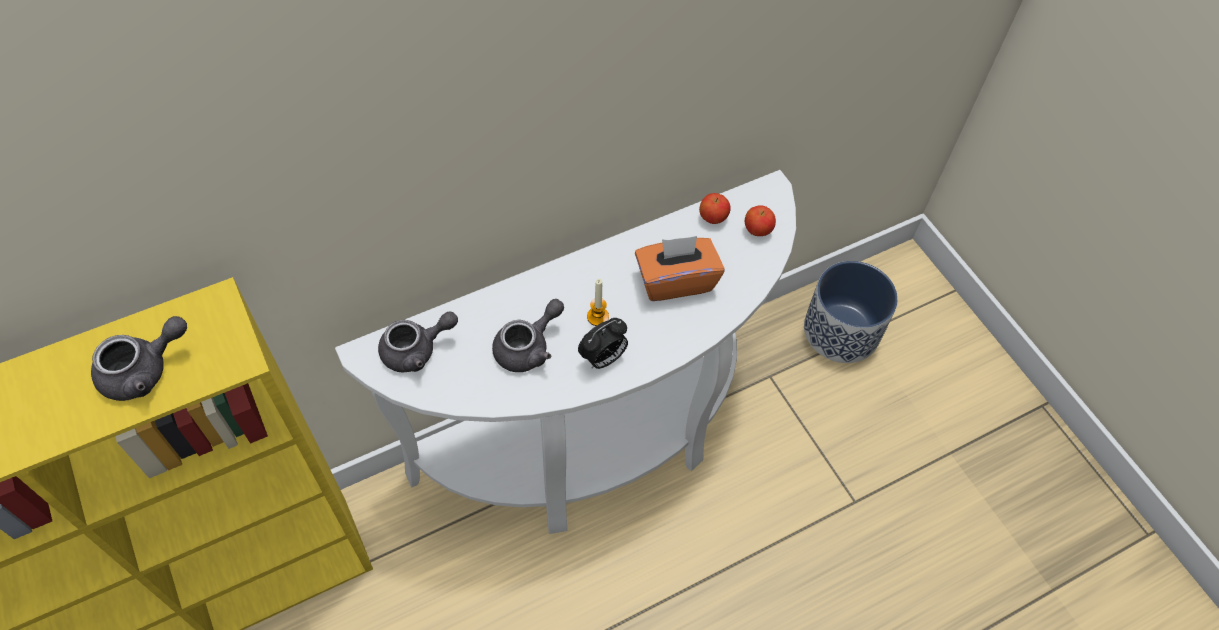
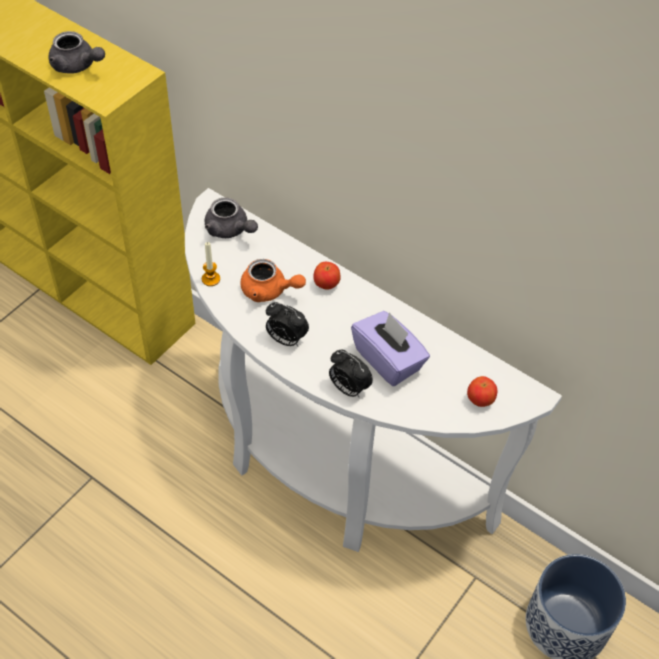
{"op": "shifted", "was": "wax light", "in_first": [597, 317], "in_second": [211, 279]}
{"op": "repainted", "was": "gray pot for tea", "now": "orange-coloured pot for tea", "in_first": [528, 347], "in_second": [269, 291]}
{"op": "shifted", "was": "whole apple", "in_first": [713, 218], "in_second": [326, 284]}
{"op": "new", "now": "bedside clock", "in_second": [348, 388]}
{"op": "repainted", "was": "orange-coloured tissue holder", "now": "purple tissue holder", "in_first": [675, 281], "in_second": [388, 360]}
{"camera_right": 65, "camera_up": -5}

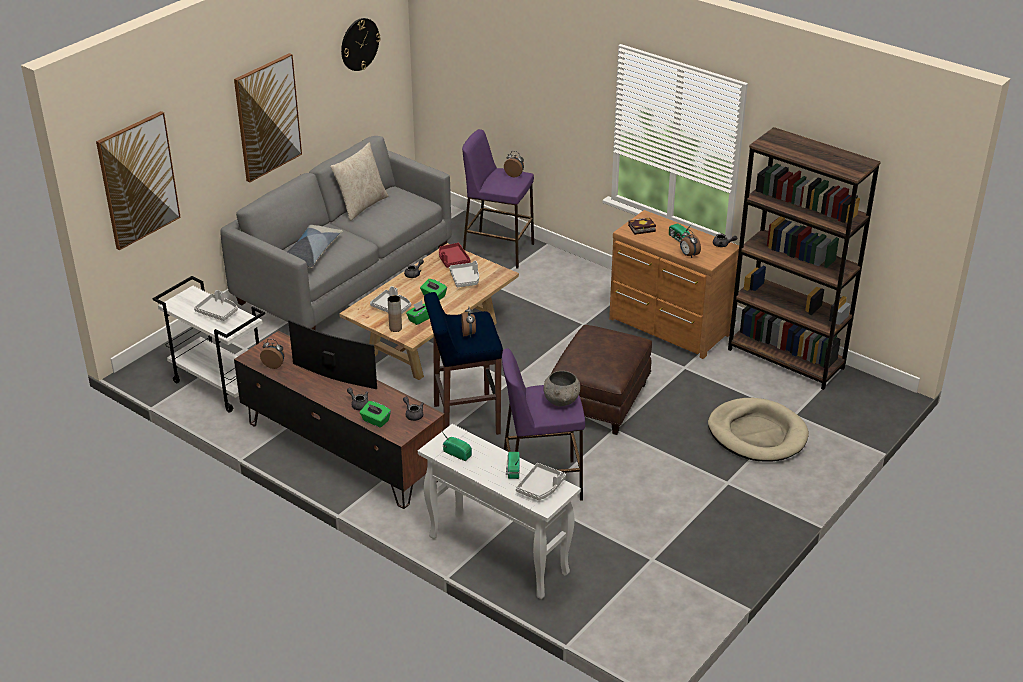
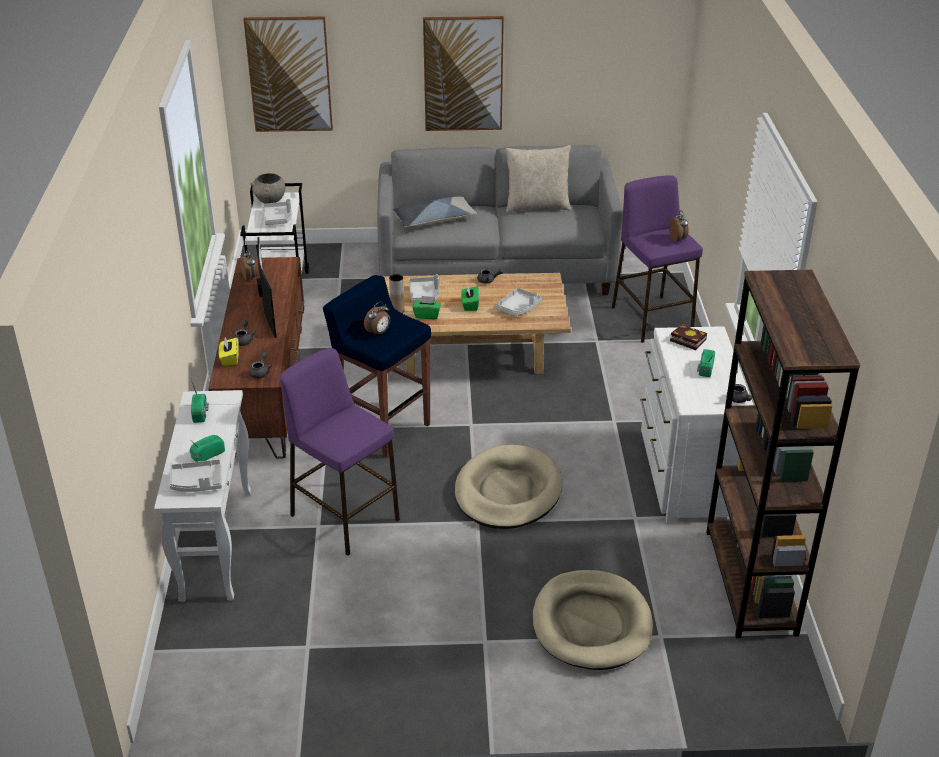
{"op": "repainted", "was": "green tissue holder", "now": "yellow tissue holder", "in_first": [375, 421], "in_second": [230, 359]}
{"op": "shifted", "was": "gray serving bowl", "in_first": [561, 401], "in_second": [270, 201]}
{"op": "swapped", "was": "brownish ottoman", "now": "sand-coloured dog cushion", "in_first": [600, 402], "in_second": [507, 492]}
{"op": "repainted", "was": "brownish chest of drawers", "now": "white chest of drawers", "in_first": [669, 328], "in_second": [684, 475]}
{"op": "gone", "was": "clock on the wall", "in_first": [359, 44]}
{"op": "gone", "was": "reddish serving tray", "in_first": [452, 260]}
{"op": "gone", "was": "bedside clock", "in_first": [688, 255]}
{"camera_right": 50, "camera_up": 0}

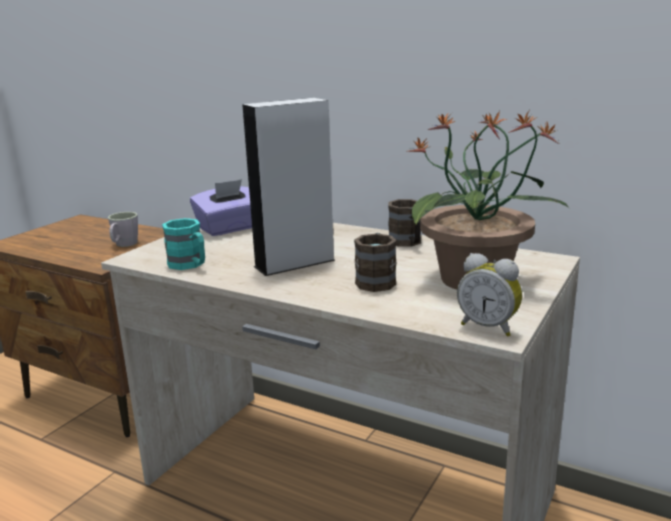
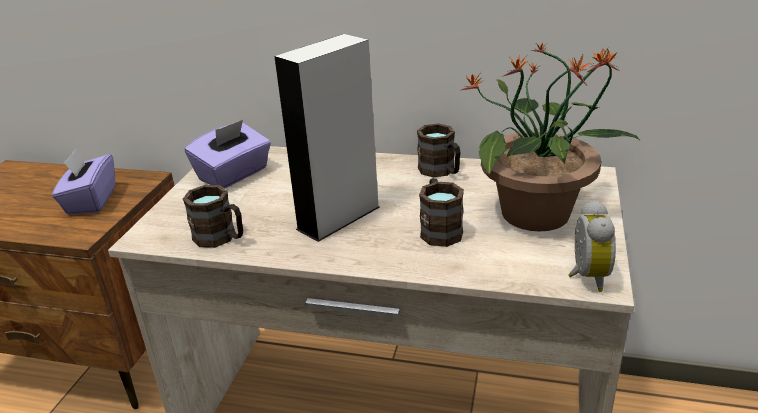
{"op": "swapped", "was": "gray mug", "now": "purple tissue holder", "in_first": [124, 245], "in_second": [91, 201]}
{"op": "repainted", "was": "turquoise-coloured mug", "now": "brownish mug", "in_first": [190, 265], "in_second": [221, 238]}
{"op": "rotated", "was": "bedside clock", "in_first": [488, 327], "in_second": [585, 276], "clockwise": -105}
{"camera_right": -15, "camera_up": 10}

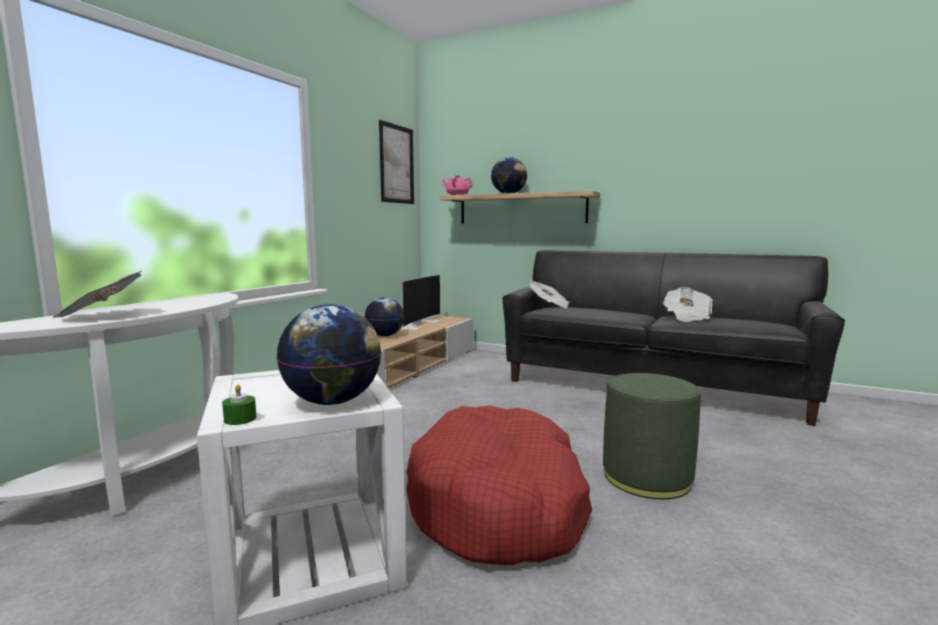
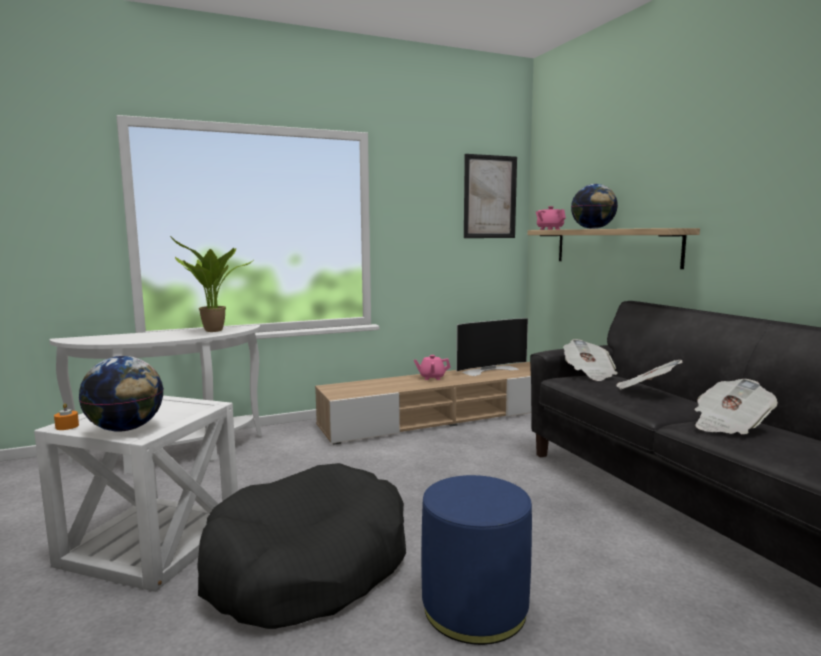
{"op": "repainted", "was": "green wax light", "now": "orange-coloured wax light", "in_first": [240, 419], "in_second": [67, 426]}
{"op": "new", "now": "plant in a pot", "in_second": [214, 331]}
{"op": "repainted", "was": "reddish dog cushion", "now": "black dog cushion", "in_first": [499, 504], "in_second": [307, 565]}
{"op": "swapped", "was": "desk globe", "now": "pink-coloured pot for tea", "in_first": [385, 335], "in_second": [432, 377]}
{"op": "repainted", "was": "green ottoman", "now": "bluish ottoman", "in_first": [647, 477], "in_second": [475, 607]}
{"op": "shifted", "was": "printed paper", "in_first": [101, 316], "in_second": [645, 390]}
{"camera_right": 40, "camera_up": 0}

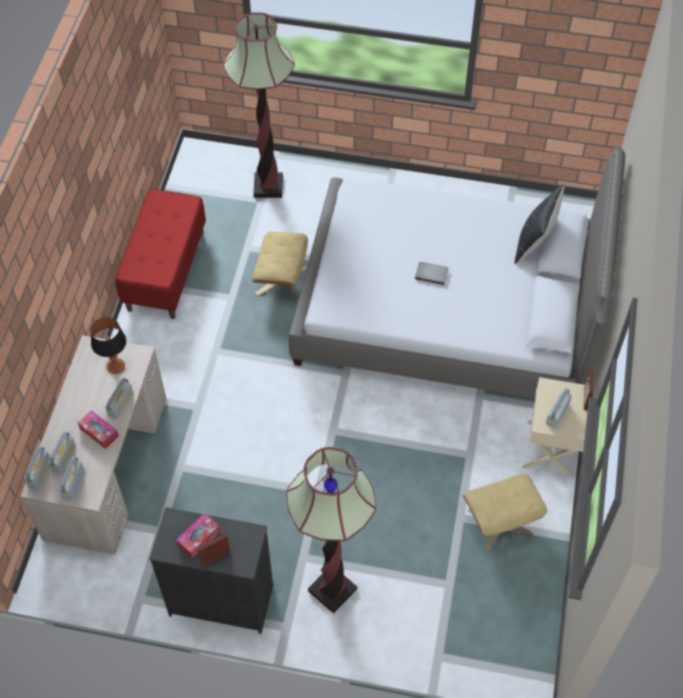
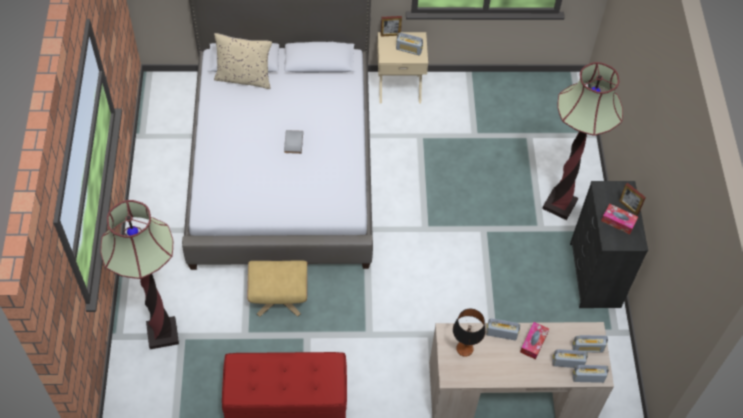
{"op": "repainted", "was": "black throw pillow", "now": "sand-coloured throw pillow", "in_first": [535, 242], "in_second": [244, 78]}
{"op": "gone", "was": "sand-coloured ottoman", "in_first": [500, 522]}
{"camera_right": -105, "camera_up": 0}

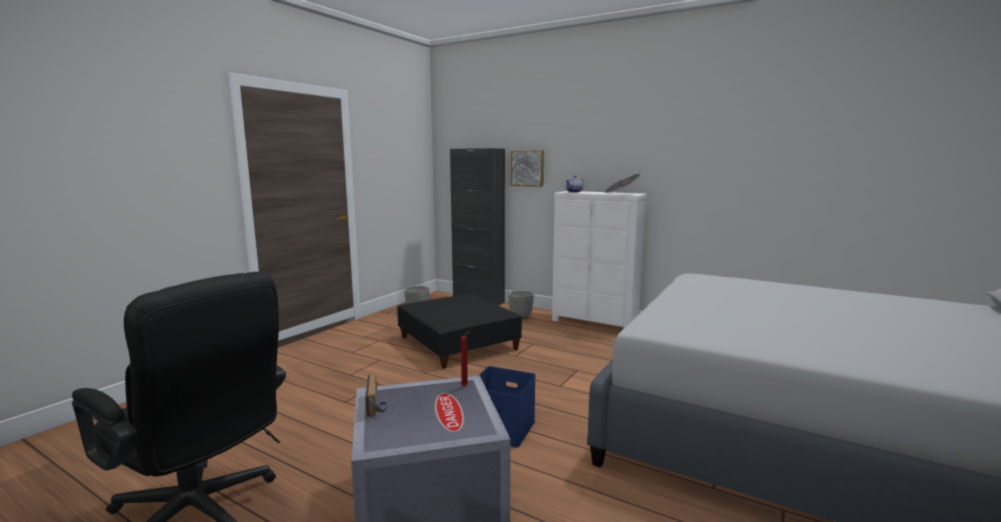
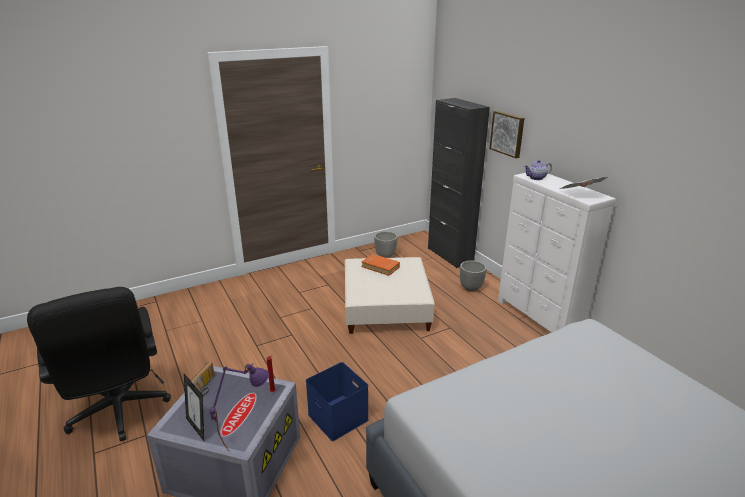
{"op": "new", "now": "standing frame", "in_second": [198, 427]}
{"op": "new", "now": "purple tabletop lamp", "in_second": [246, 436]}
{"op": "repainted", "was": "black ottoman", "now": "sand-coloured ottoman", "in_first": [458, 343], "in_second": [386, 306]}
{"op": "new", "now": "orange-coloured book", "in_second": [380, 267]}
{"camera_right": 30, "camera_up": 15}

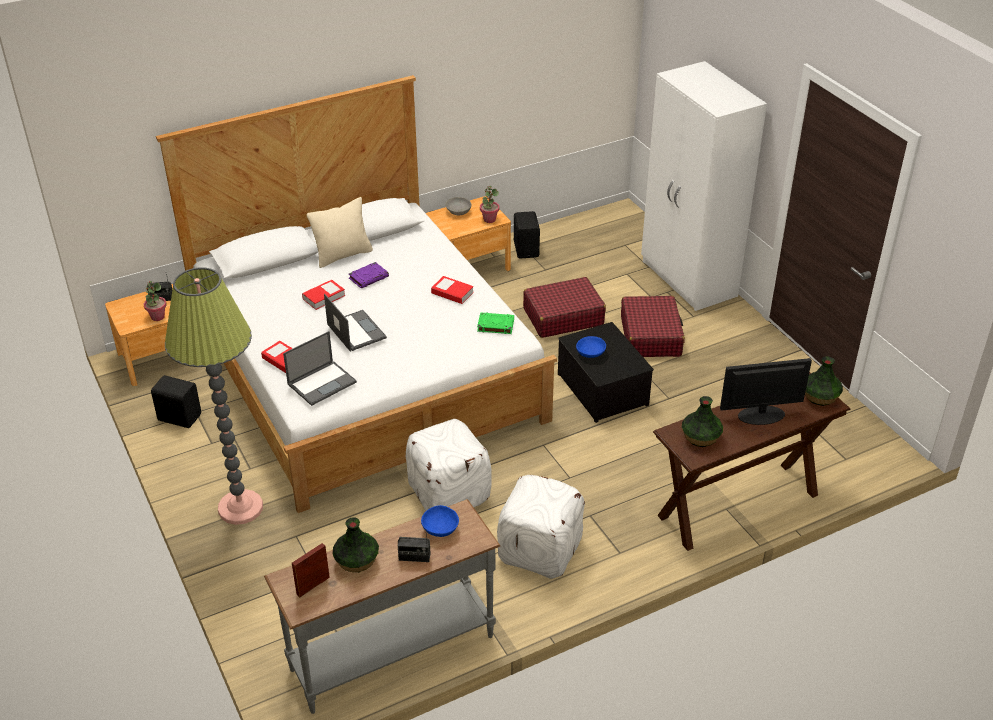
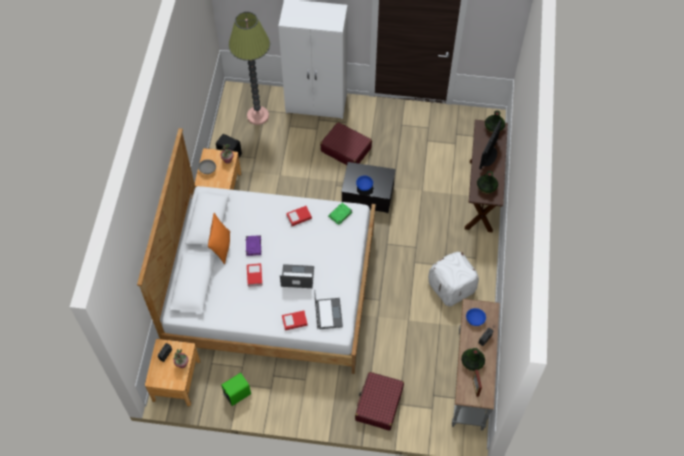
{"op": "repainted", "was": "sand-coloured throw pillow", "now": "orange-coloured throw pillow", "in_first": [343, 255], "in_second": [221, 247]}
{"op": "repainted", "was": "black audio speaker", "now": "green audio speaker", "in_first": [179, 416], "in_second": [236, 394]}
{"op": "shifted", "was": "floor lamp", "in_first": [240, 508], "in_second": [258, 115]}
{"op": "shifted", "was": "reddish piece of luggage", "in_first": [563, 317], "in_second": [379, 404]}
{"op": "gone", "was": "white ottoman", "in_first": [449, 491]}
{"camera_right": -55, "camera_up": 20}

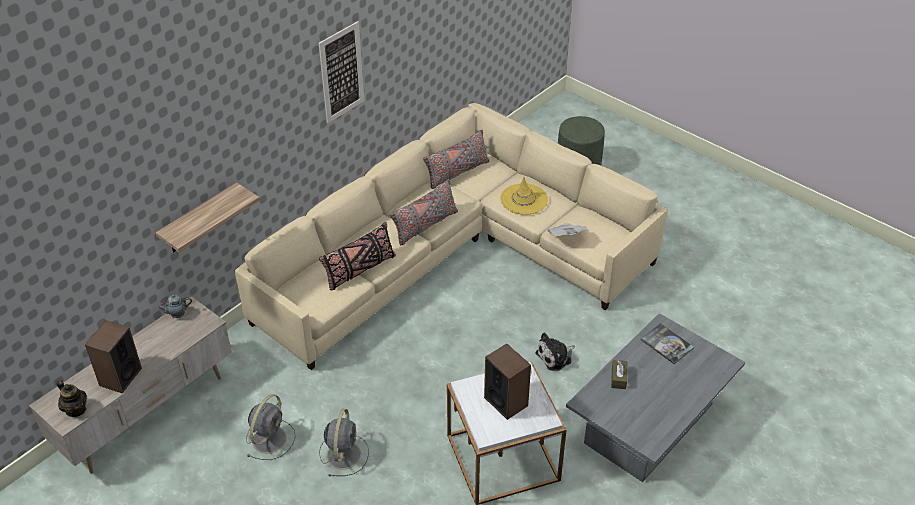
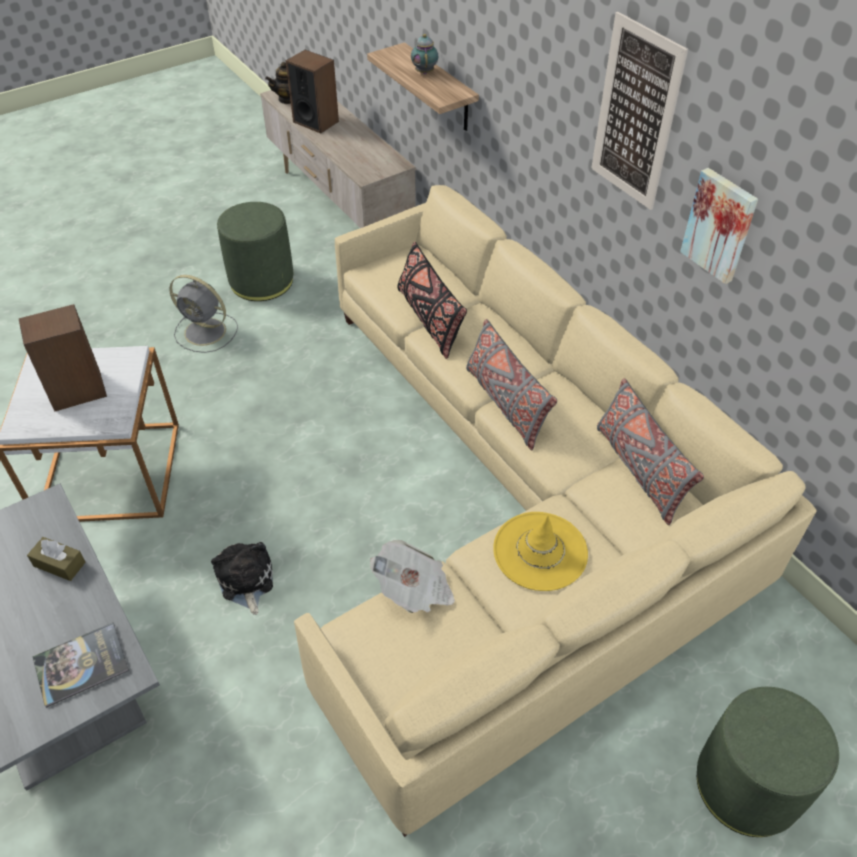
{"op": "swapped", "was": "gray cooling fan", "now": "green ottoman", "in_first": [270, 438], "in_second": [262, 281]}
{"op": "shifted", "was": "pot for tea", "in_first": [177, 315], "in_second": [424, 72]}
{"op": "new", "now": "wall picture", "in_second": [720, 225]}
{"camera_right": 105, "camera_up": 5}

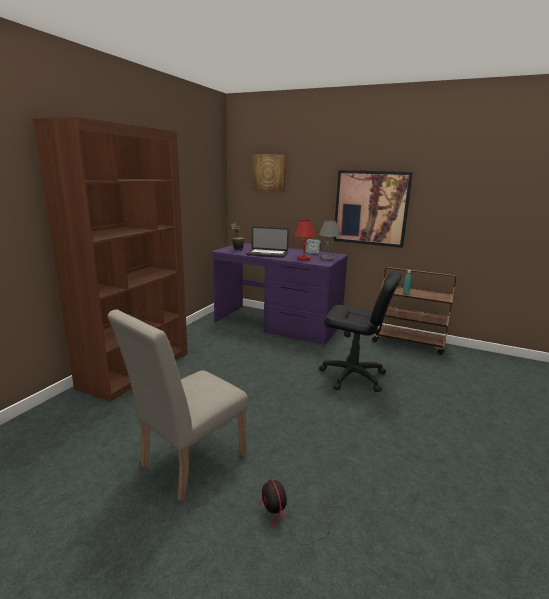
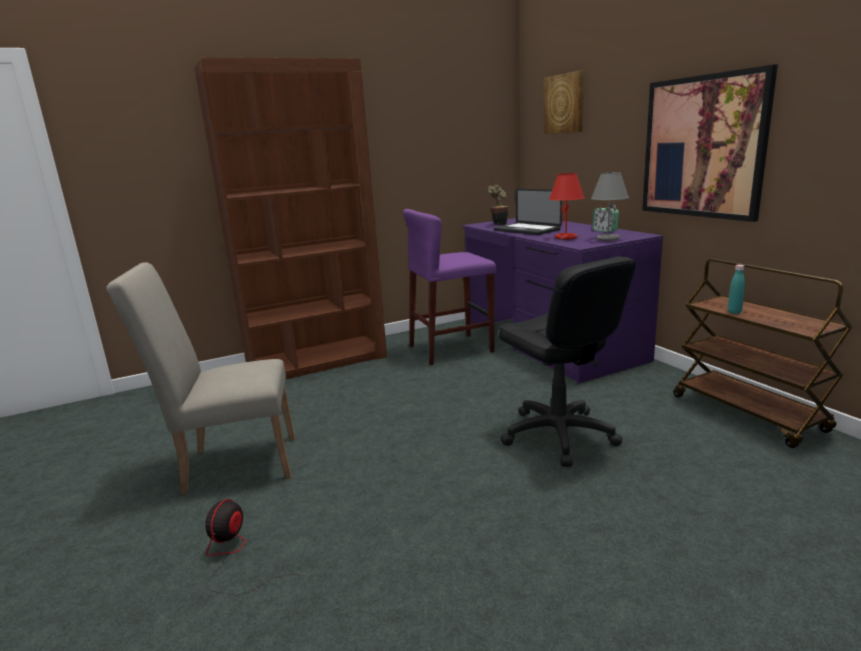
{"op": "new", "now": "purple stool seat", "in_second": [451, 349]}
{"camera_right": 40, "camera_up": 0}

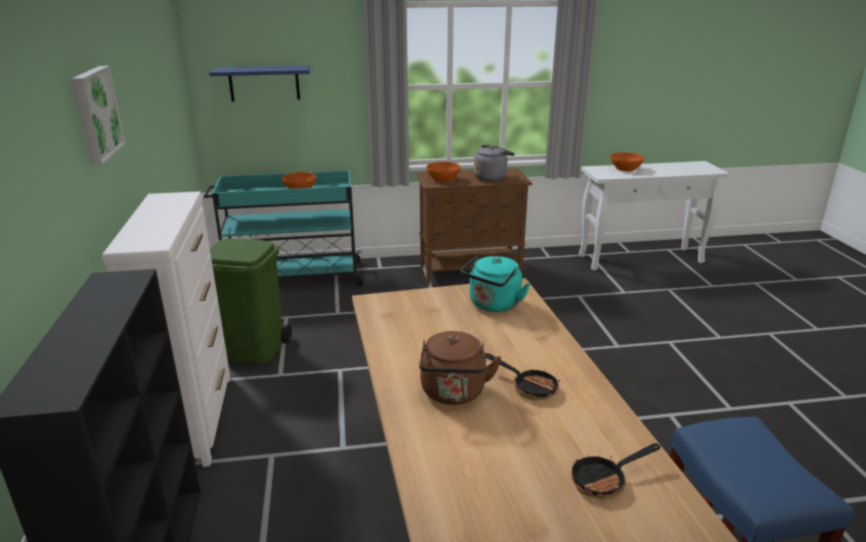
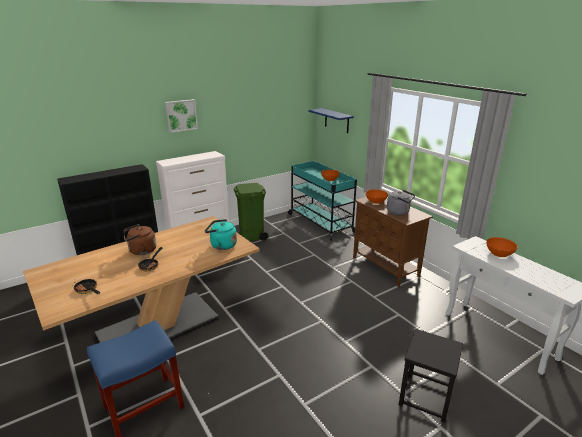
{"op": "new", "now": "black stool seat", "in_second": [426, 397]}
{"camera_right": 65, "camera_up": 0}

